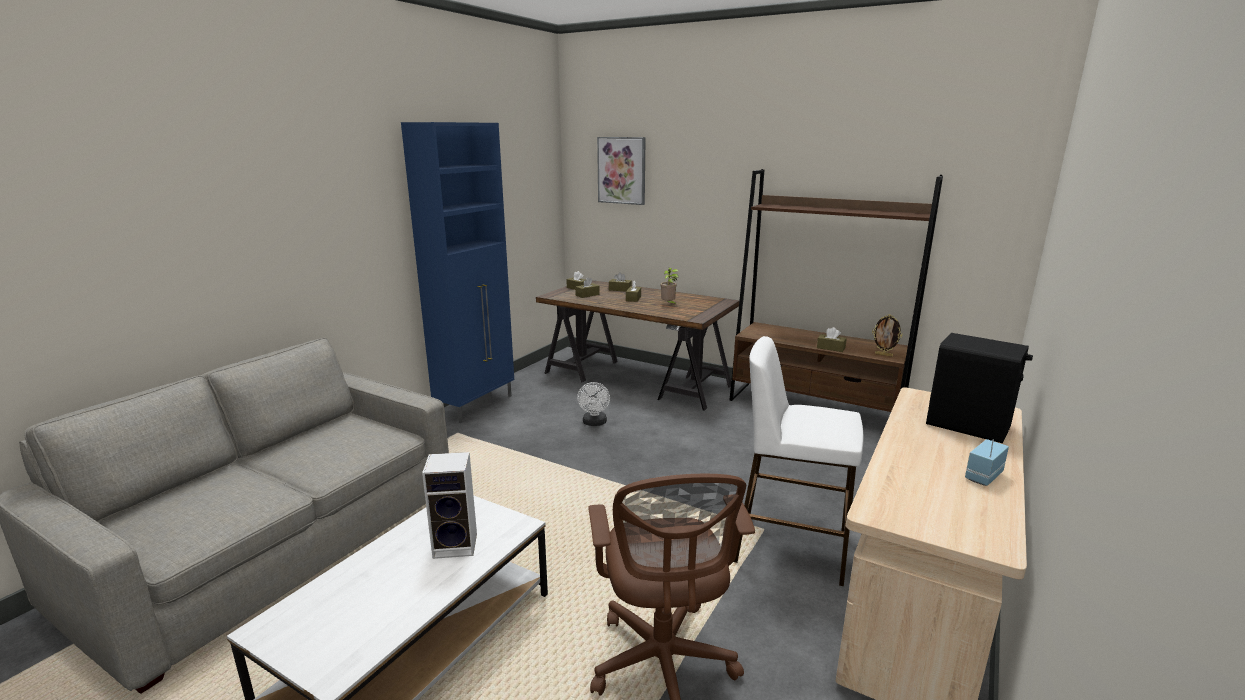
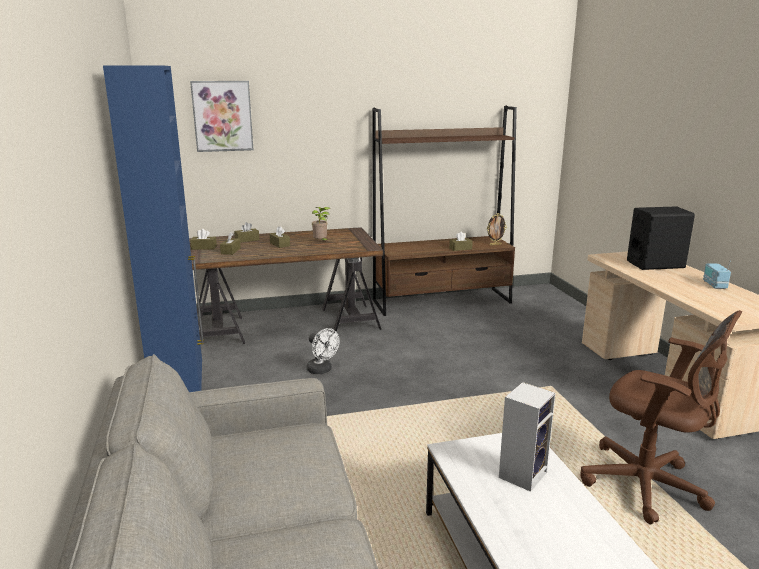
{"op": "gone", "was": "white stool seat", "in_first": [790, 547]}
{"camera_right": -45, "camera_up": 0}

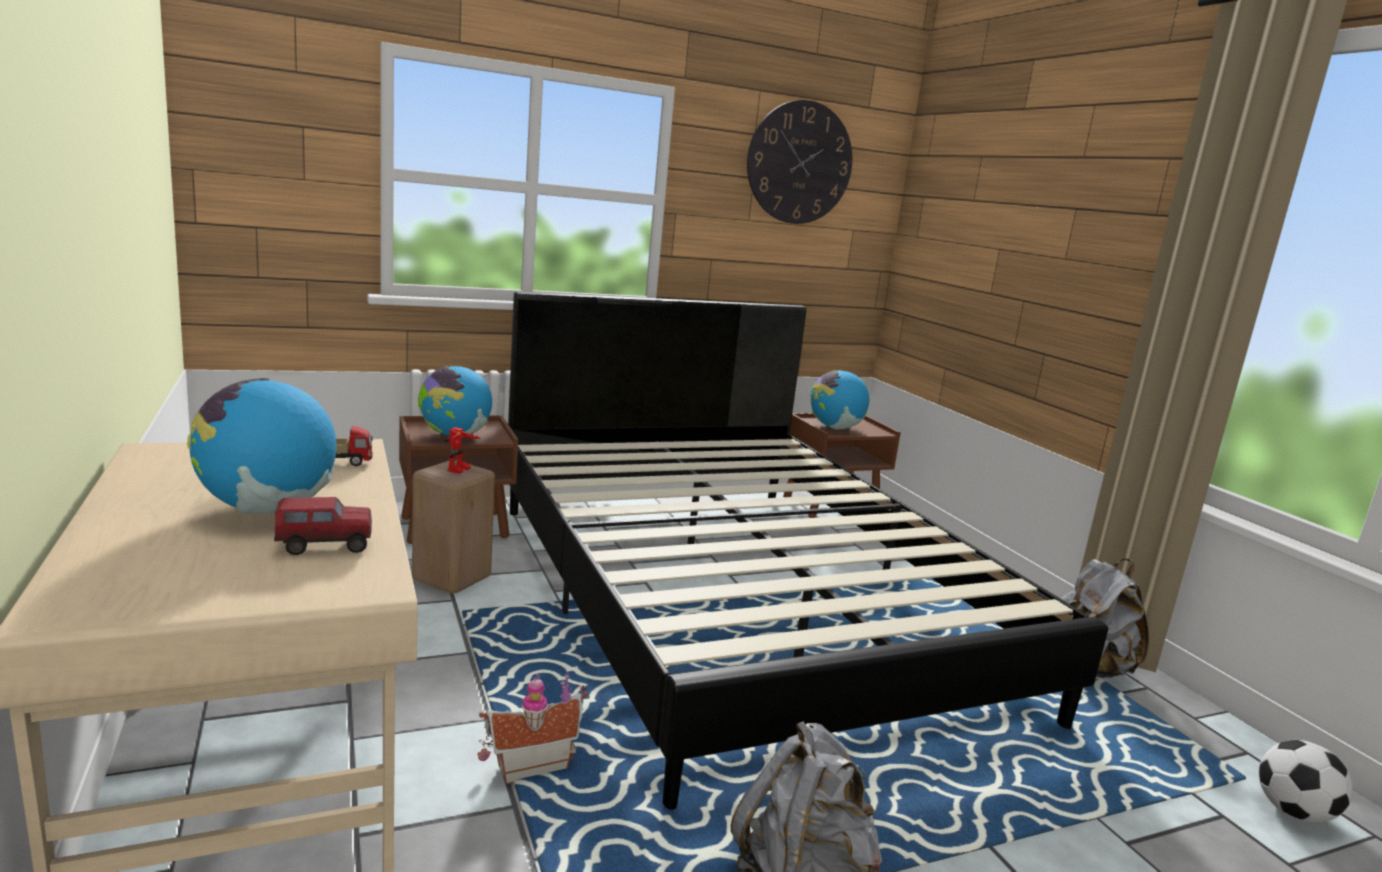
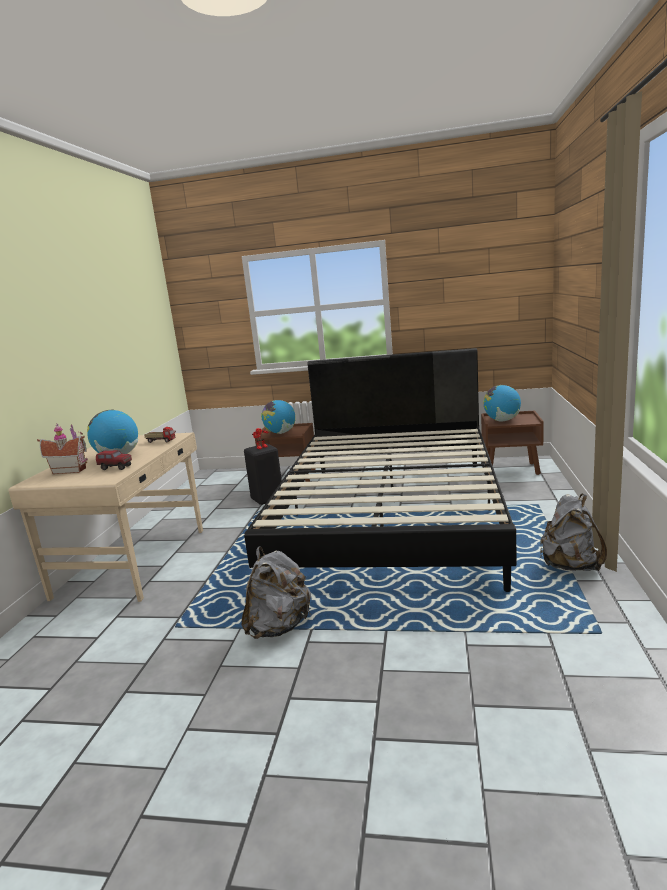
{"op": "shifted", "was": "miniature house", "in_first": [529, 765], "in_second": [70, 470]}
{"op": "repainted", "was": "sand-coloured stool seat", "now": "black stool seat", "in_first": [451, 577], "in_second": [267, 498]}
{"op": "gone", "was": "clock on the wall", "in_first": [799, 163]}
{"op": "gone", "was": "ball for football", "in_first": [1293, 812]}
{"camera_right": 35, "camera_up": 0}

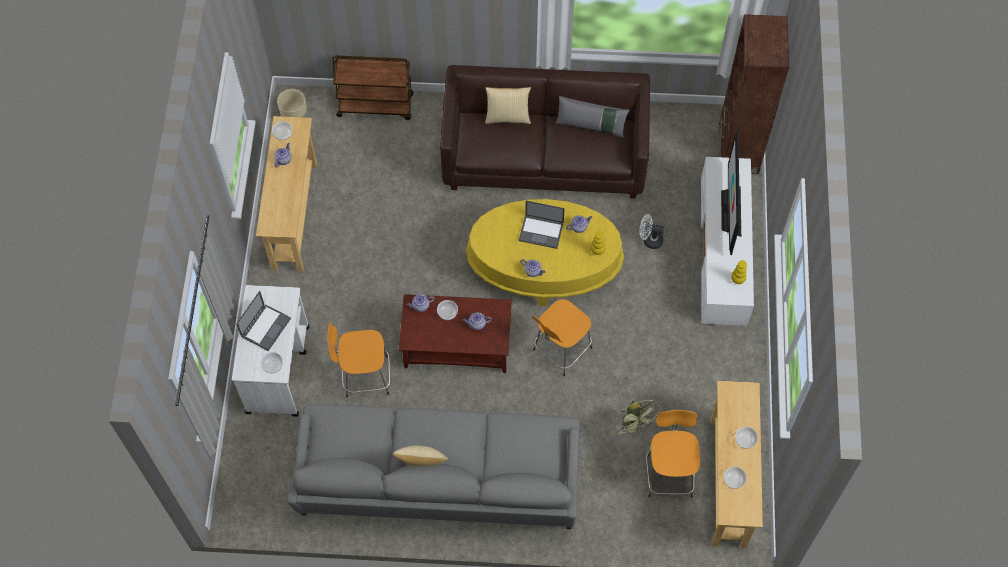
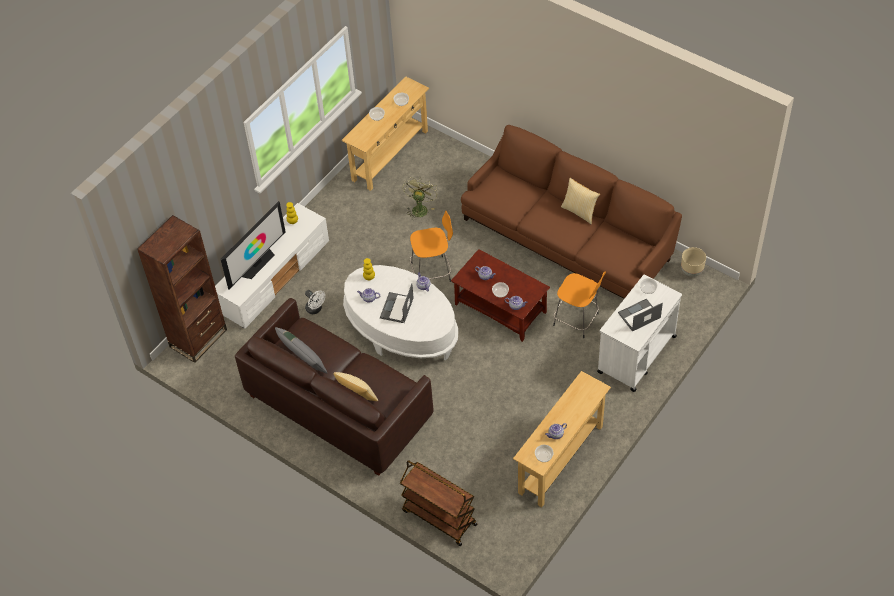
{"op": "repainted", "was": "yellow lounge table", "now": "white lounge table", "in_first": [544, 266], "in_second": [401, 329]}
{"op": "rotated", "was": "notebook computer", "in_first": [541, 231], "in_second": [396, 308], "clockwise": -120}
{"op": "repainted", "was": "gray sofa", "now": "brownish sofa", "in_first": [438, 480], "in_second": [568, 237]}
{"op": "shifted", "was": "sand-coloured planter", "in_first": [294, 116], "in_second": [692, 271]}
{"op": "gone", "was": "orange-coloured stool seat", "in_first": [669, 474]}
{"camera_right": -145, "camera_up": -10}

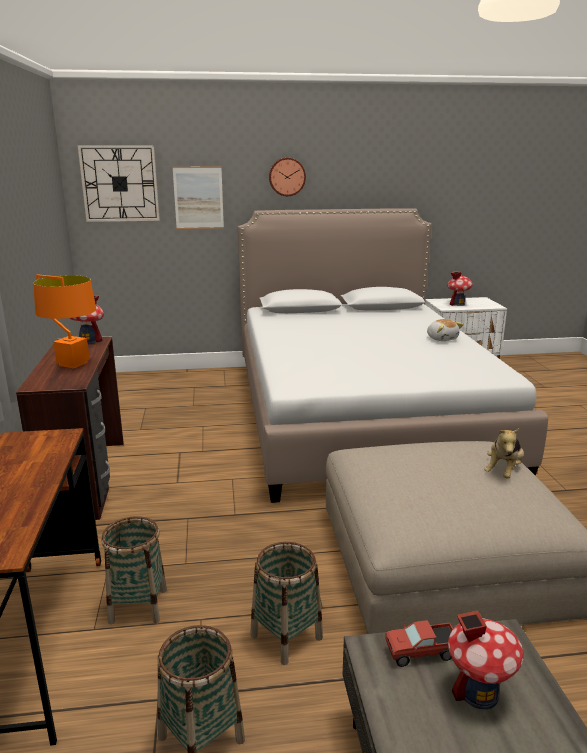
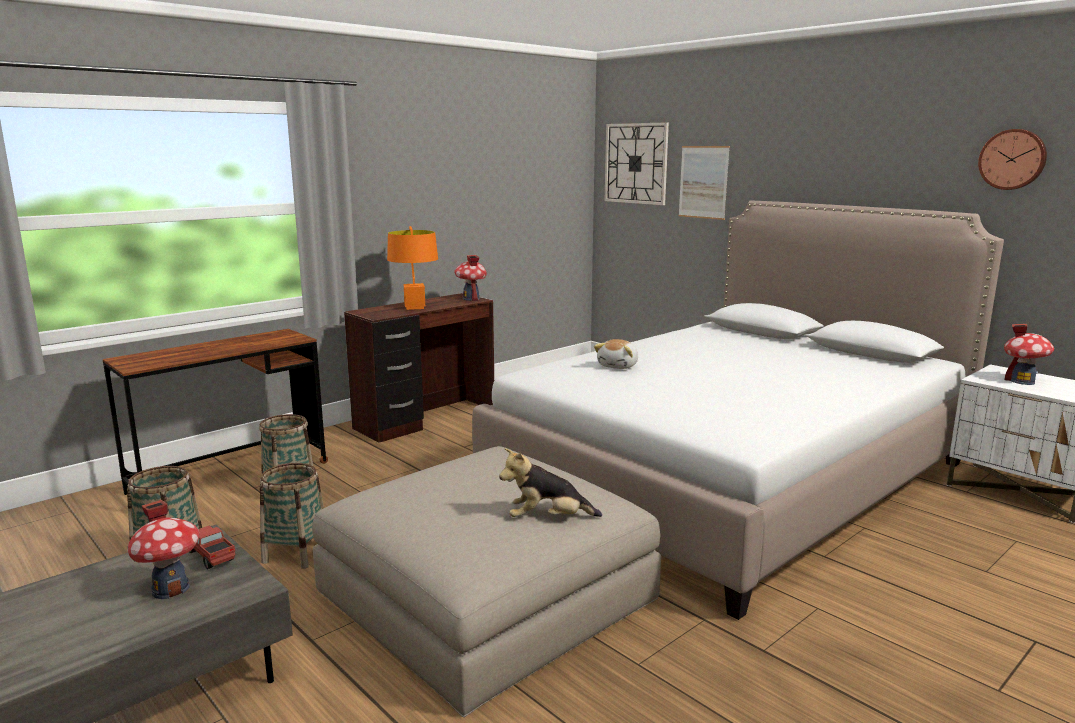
{"op": "shifted", "was": "soft toy", "in_first": [442, 338], "in_second": [618, 366]}
{"op": "shifted", "was": "clock on the wall", "in_first": [287, 177], "in_second": [1012, 159]}
{"camera_right": 55, "camera_up": -5}

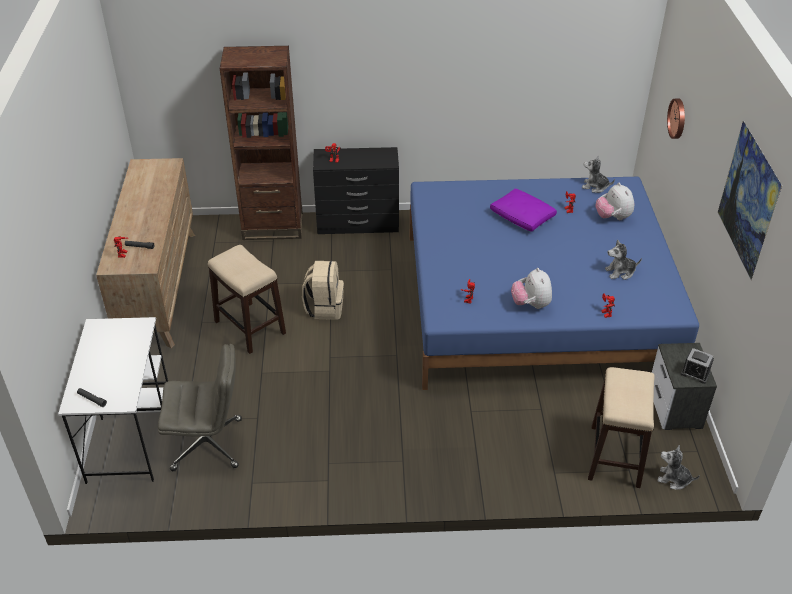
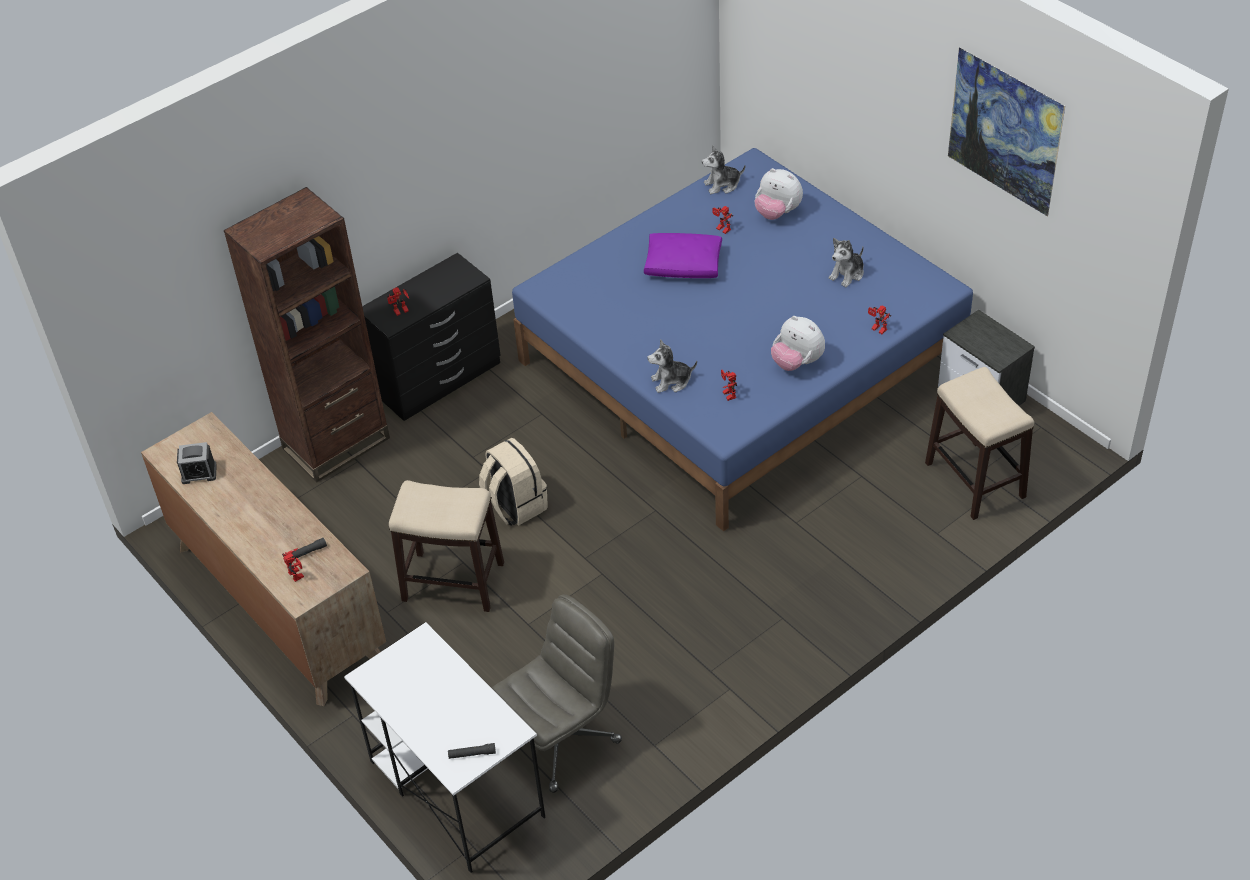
{"op": "shifted", "was": "bedside clock", "in_first": [695, 373], "in_second": [199, 473]}
{"op": "shifted", "was": "soft toy", "in_first": [673, 479], "in_second": [671, 381]}
{"op": "gone", "was": "clock on the wall", "in_first": [678, 118]}
{"camera_right": -35, "camera_up": 5}

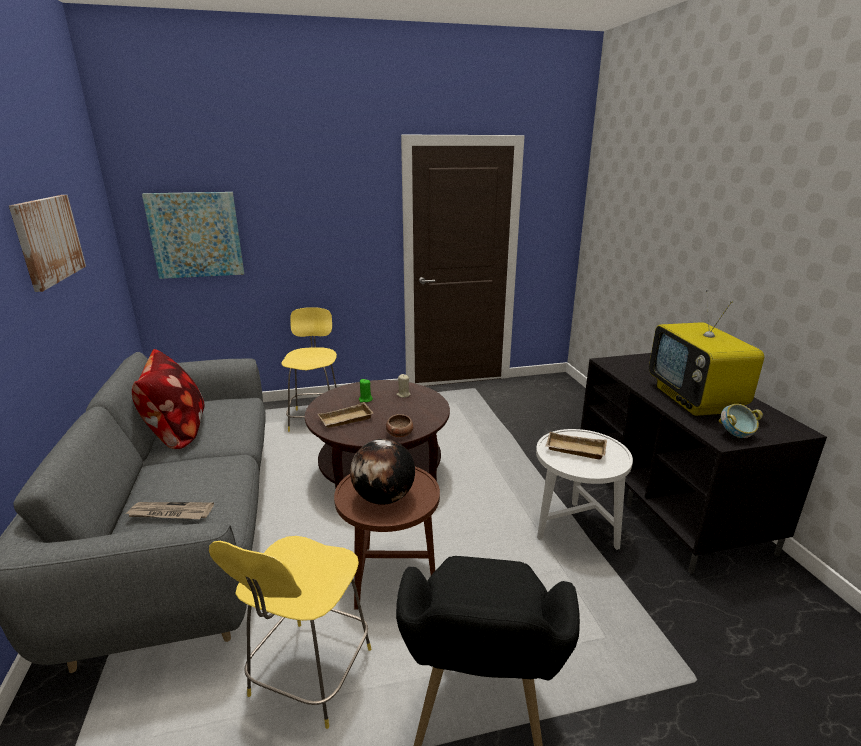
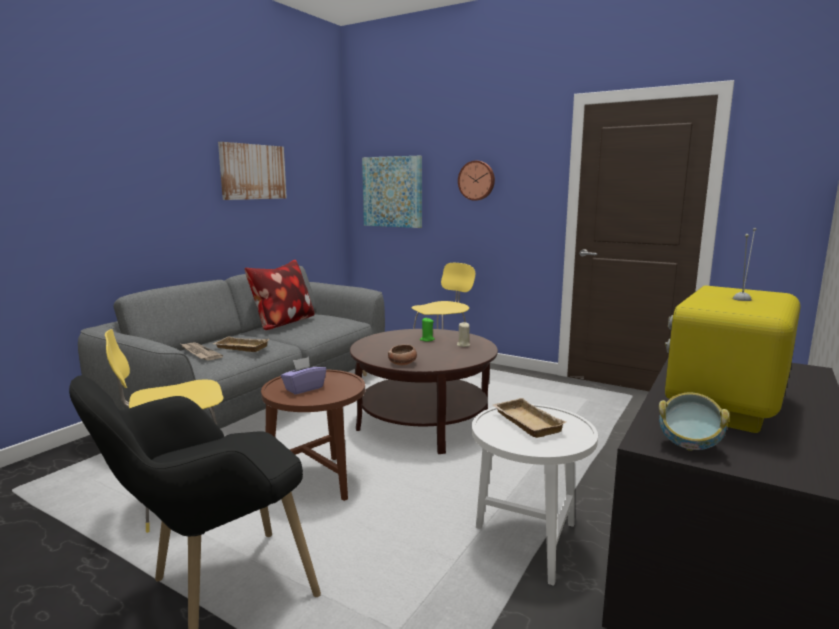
{"op": "shifted", "was": "sand-coloured serving tray", "in_first": [345, 420], "in_second": [240, 348]}
{"op": "swapped", "was": "desk globe", "now": "purple tissue holder", "in_first": [384, 498], "in_second": [304, 388]}
{"op": "new", "now": "clock on the wall", "in_second": [477, 180]}
{"camera_right": 45, "camera_up": -10}

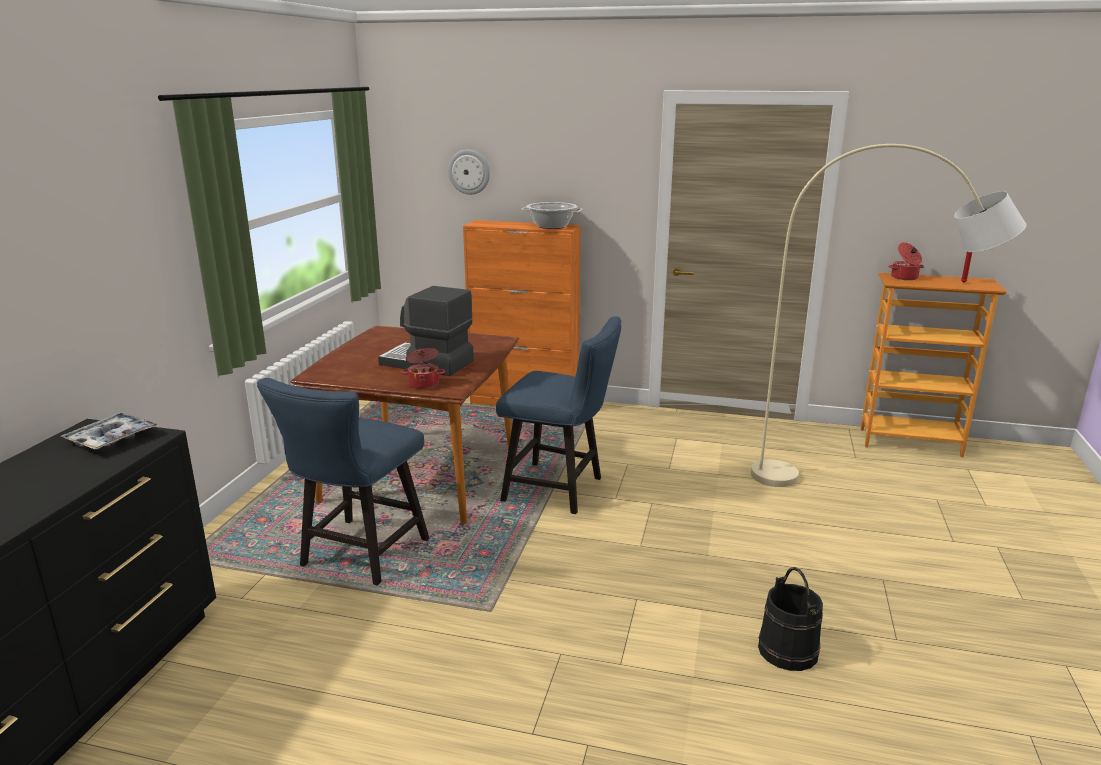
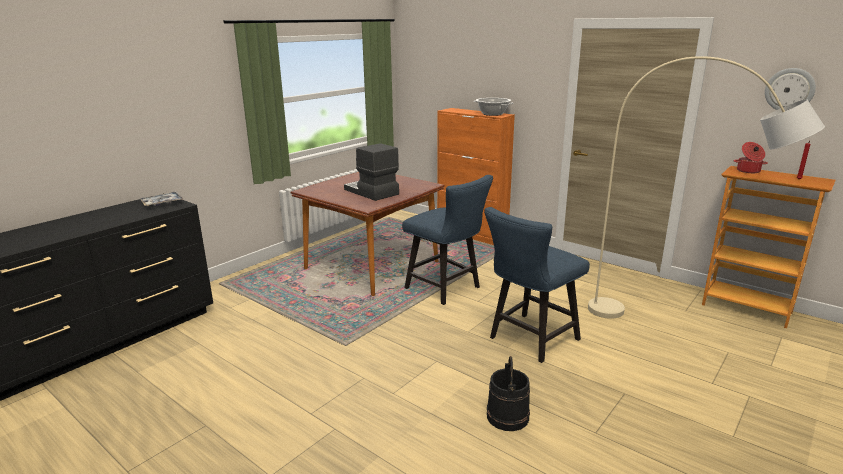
{"op": "shifted", "was": "bluish plain chair", "in_first": [359, 557], "in_second": [529, 340]}
{"op": "shifted", "was": "clock on the wall", "in_first": [469, 172], "in_second": [789, 90]}
{"op": "gone", "was": "stockpot", "in_first": [424, 384]}
{"camera_right": 25, "camera_up": 0}

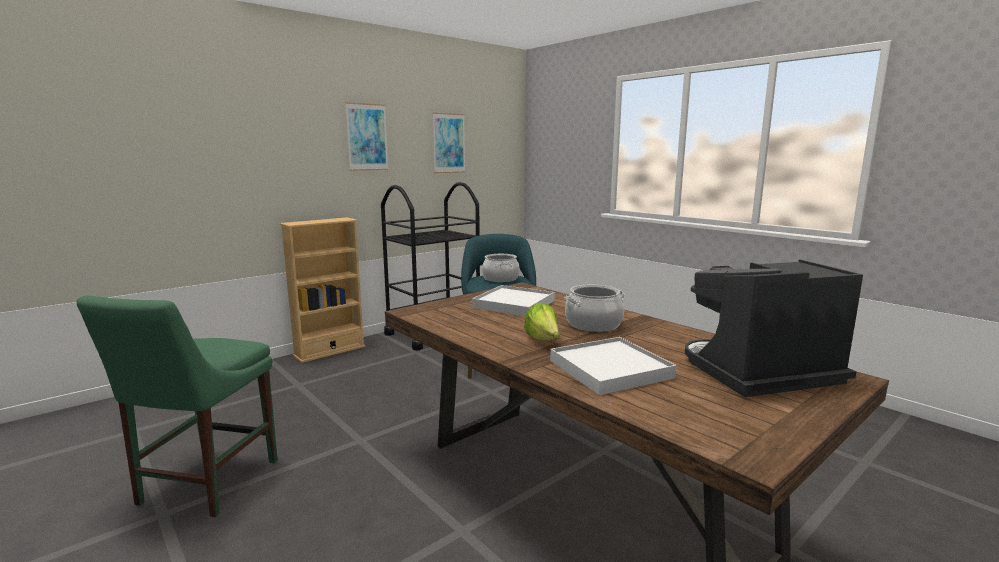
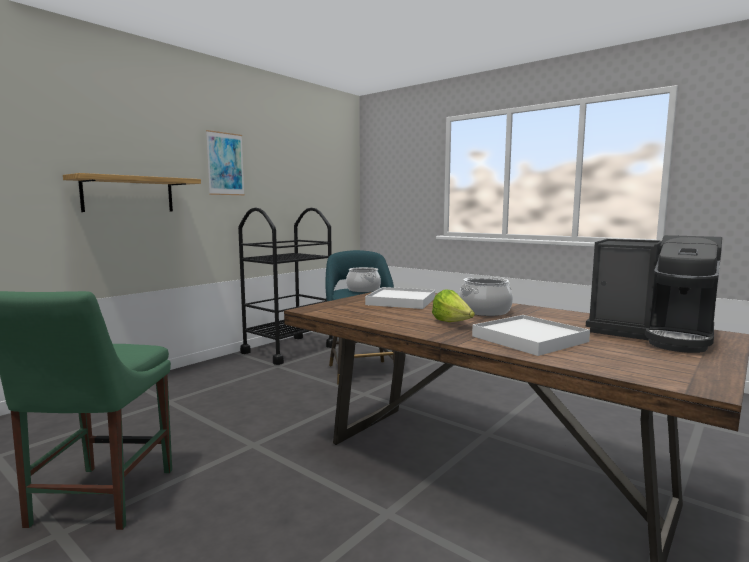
{"op": "new", "now": "shelf", "in_second": [128, 194]}
{"op": "rotated", "was": "coffee machine", "in_first": [759, 373], "in_second": [652, 335], "clockwise": -120}
{"op": "gone", "was": "sand-coloured bookshelf", "in_first": [330, 351]}
{"op": "gone", "was": "wall picture", "in_first": [449, 143]}
{"camera_right": -10, "camera_up": -5}

